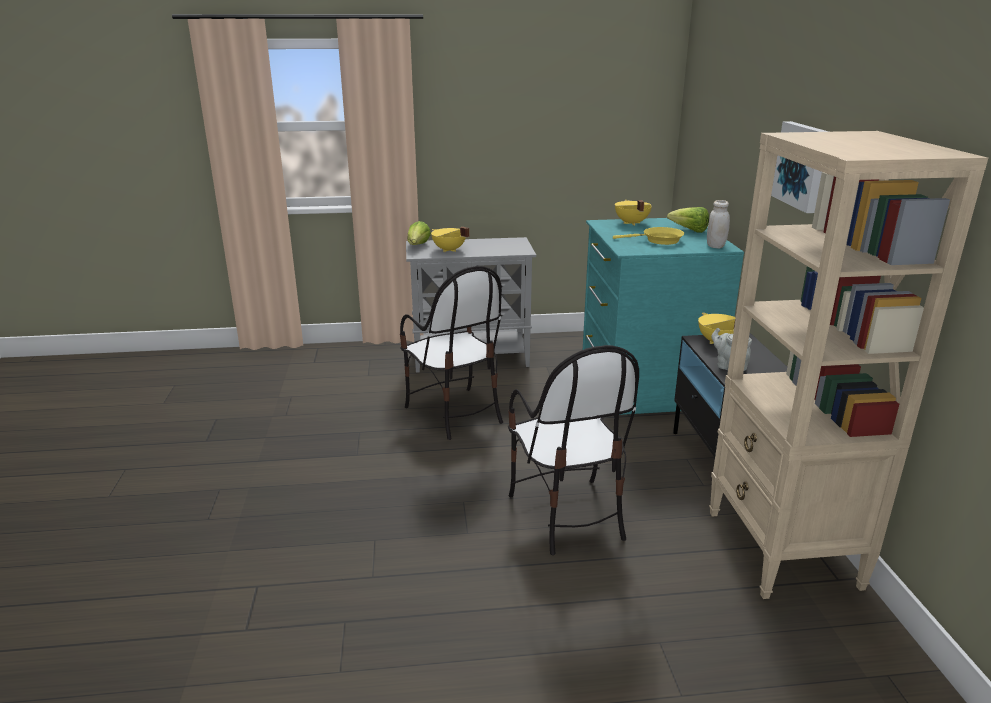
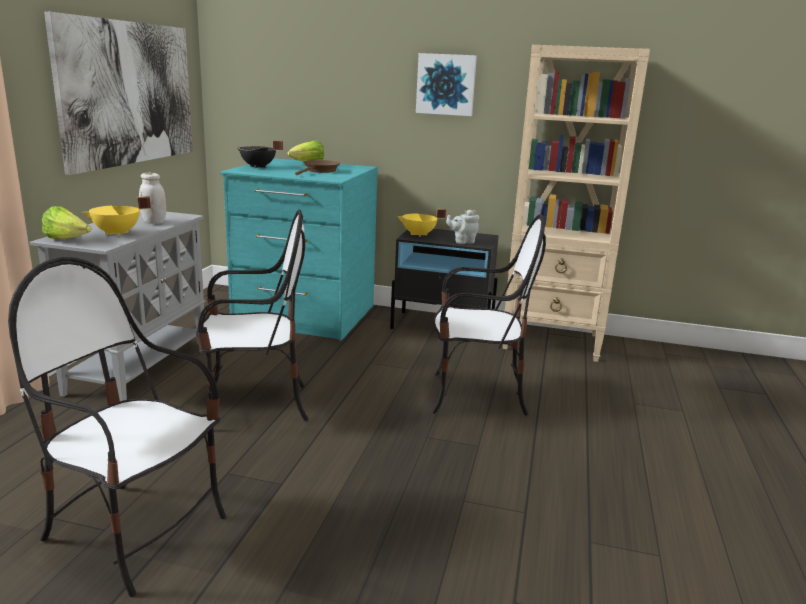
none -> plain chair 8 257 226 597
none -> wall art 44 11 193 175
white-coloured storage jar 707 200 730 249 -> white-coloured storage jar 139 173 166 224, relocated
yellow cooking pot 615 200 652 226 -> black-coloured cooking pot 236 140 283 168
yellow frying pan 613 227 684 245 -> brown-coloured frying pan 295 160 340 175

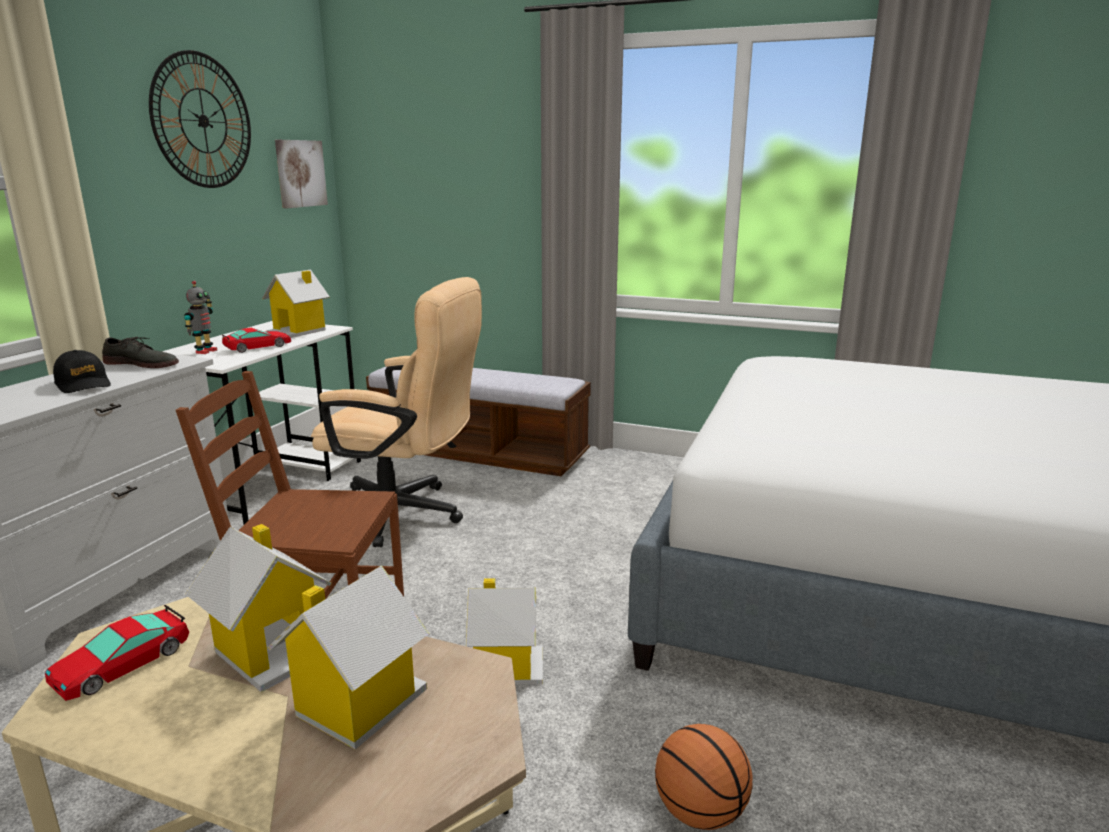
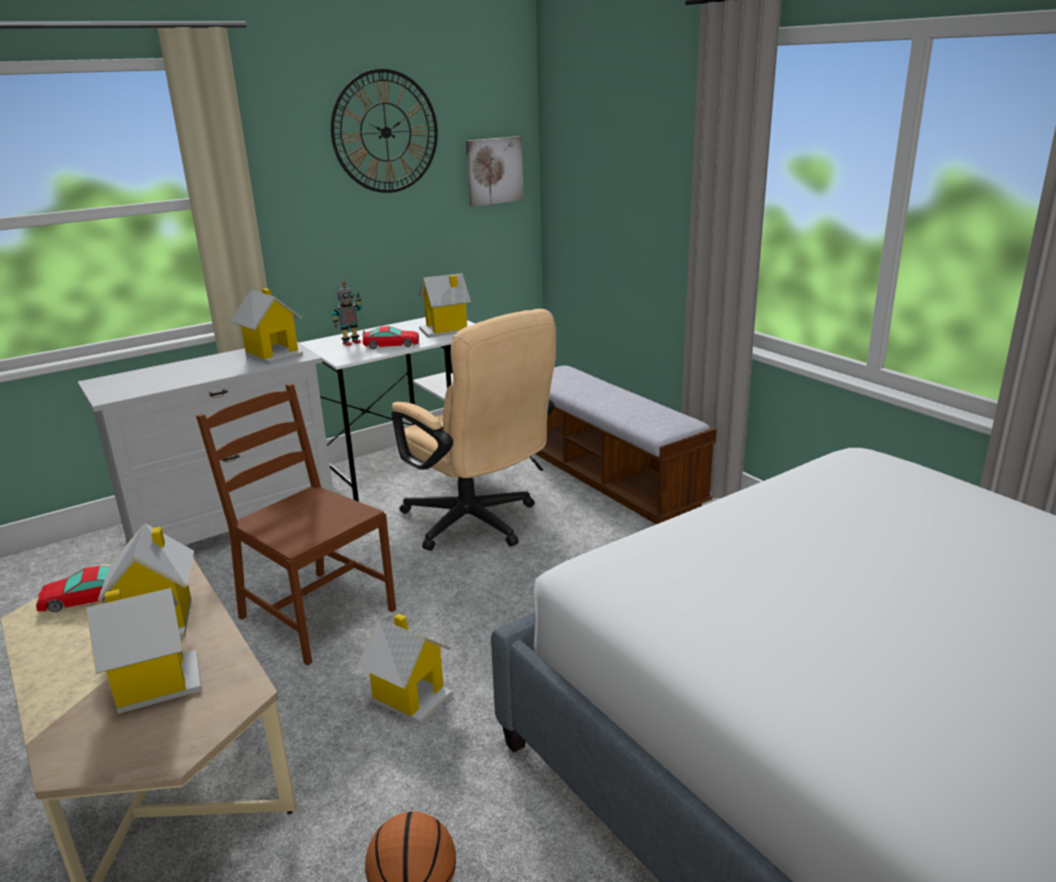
greyish low shoe 102 337 179 368 -> miniature house 231 288 303 365
black-coloured baseball cap 53 350 111 393 -> none

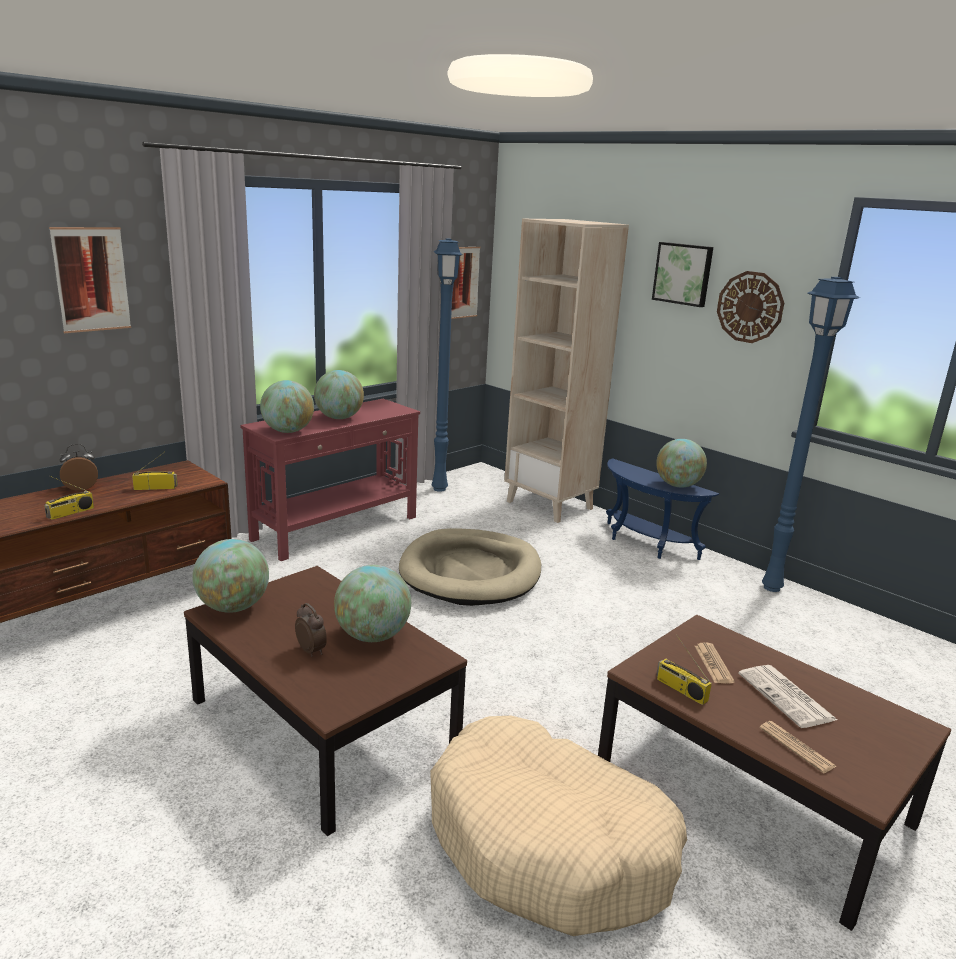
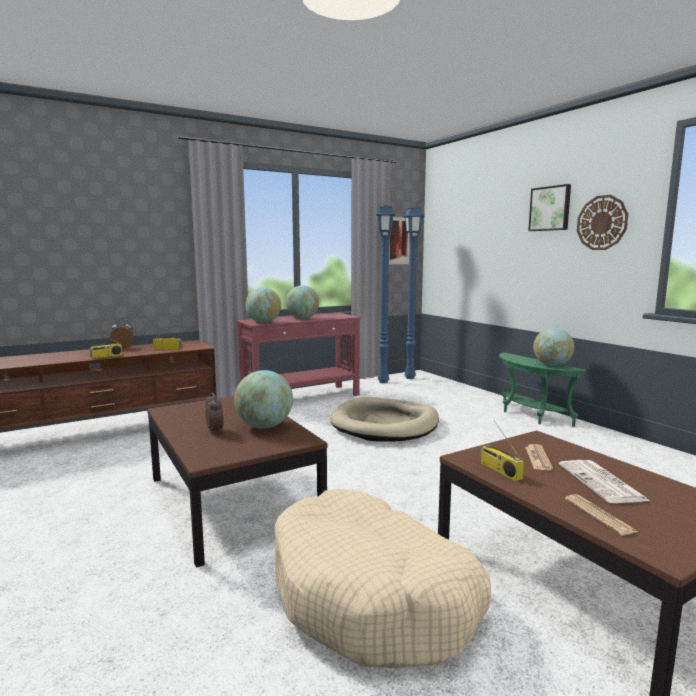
blue-coloured floor lamp 762 277 860 592 -> blue-coloured floor lamp 403 207 425 379, relocated
blue-coloured end table 606 458 719 560 -> green end table 499 352 586 427
wall art 49 227 131 333 -> none
world globe 192 539 269 613 -> none
sand-coloured bookshelf 504 219 629 523 -> none

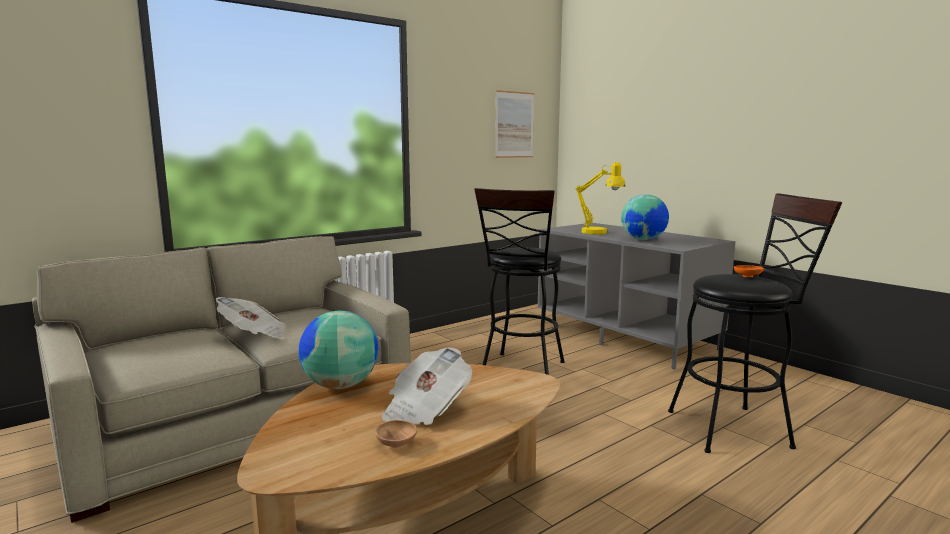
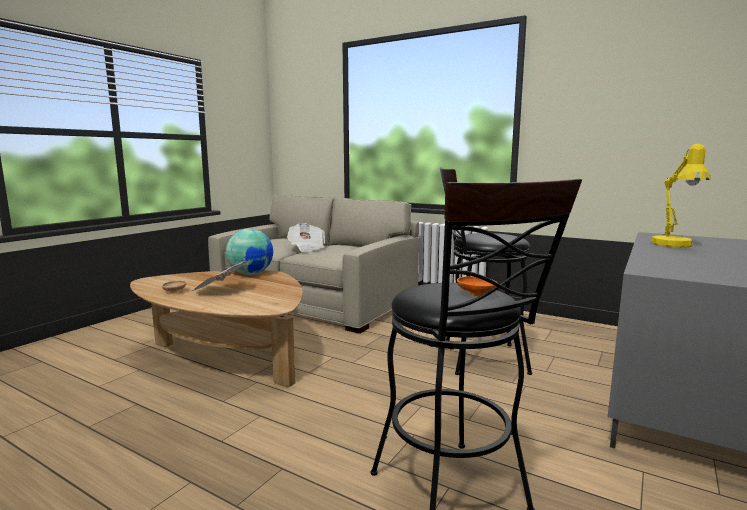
wall art 495 90 534 158 -> none
world globe 621 194 669 240 -> none

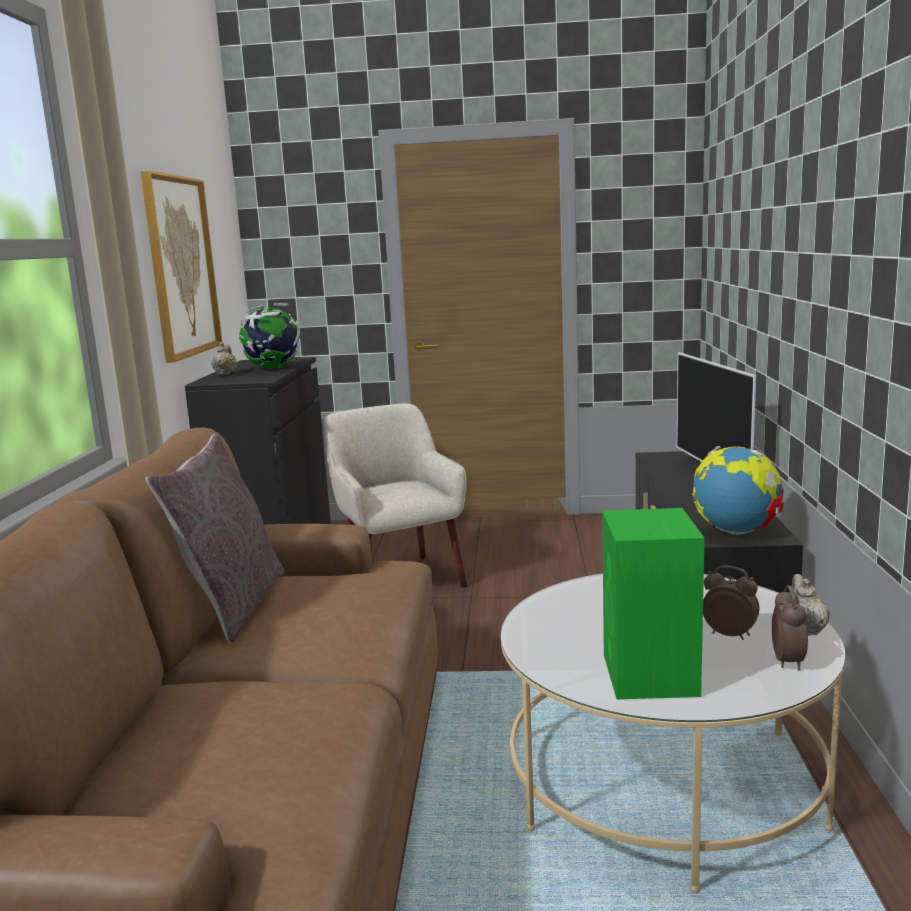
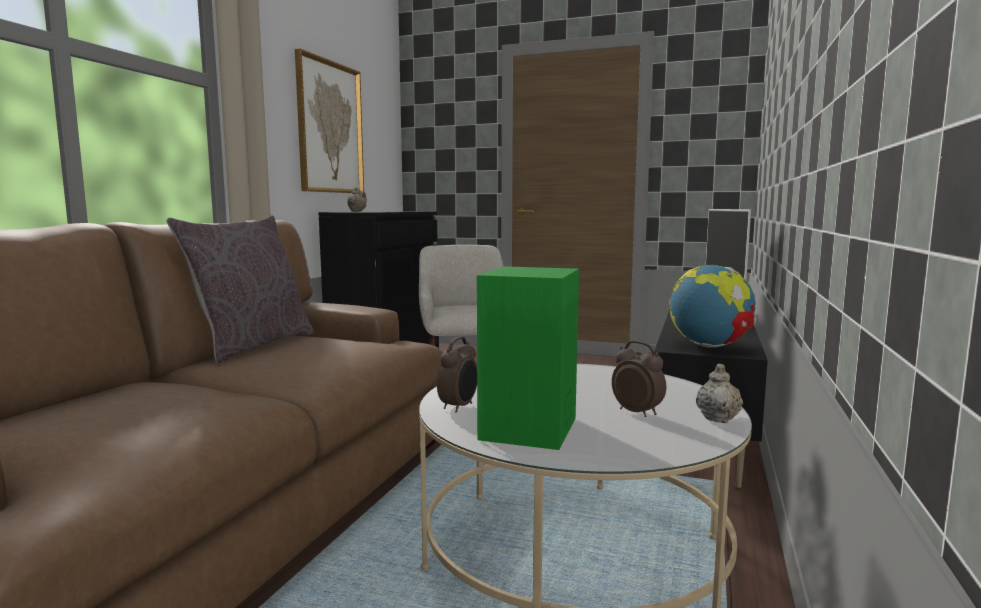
alarm clock 772 586 808 671 -> alarm clock 437 337 477 413, relocated
world globe 239 303 300 368 -> none

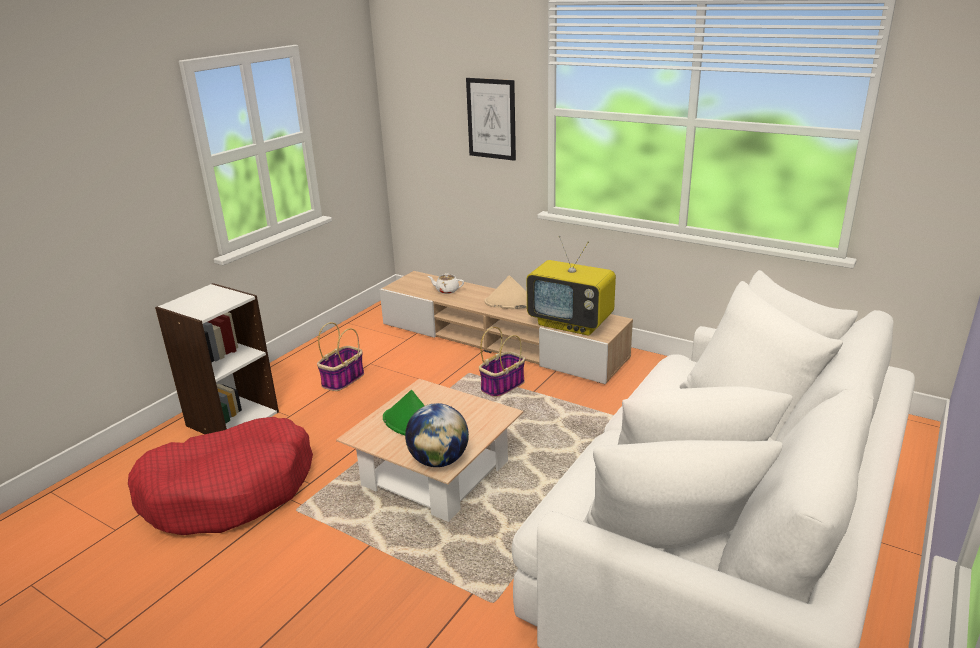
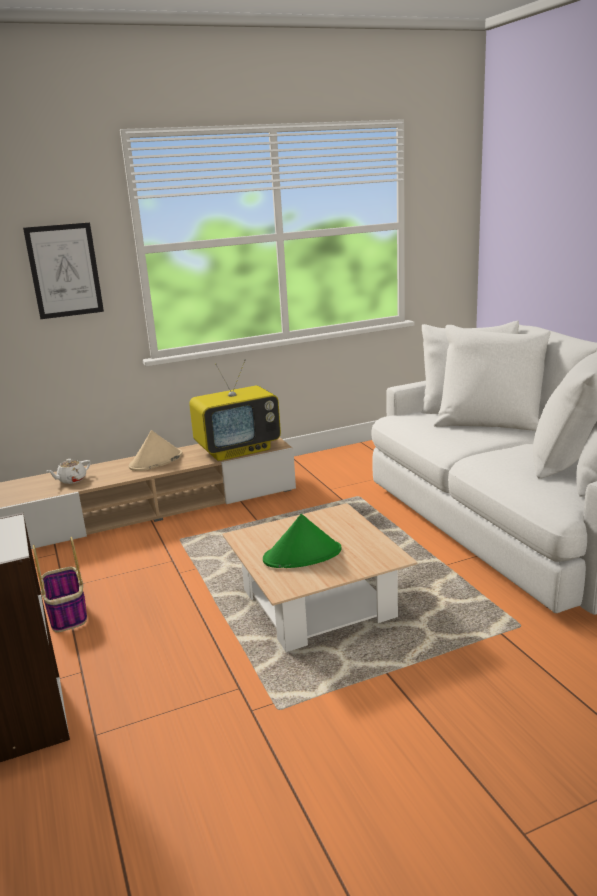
red dog cushion 128 417 313 535 -> none
world globe 405 403 469 467 -> none
storage basket 479 327 525 397 -> none

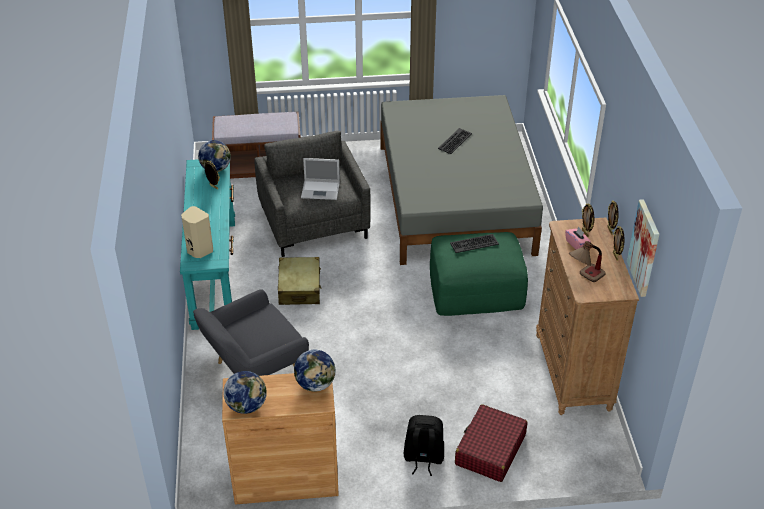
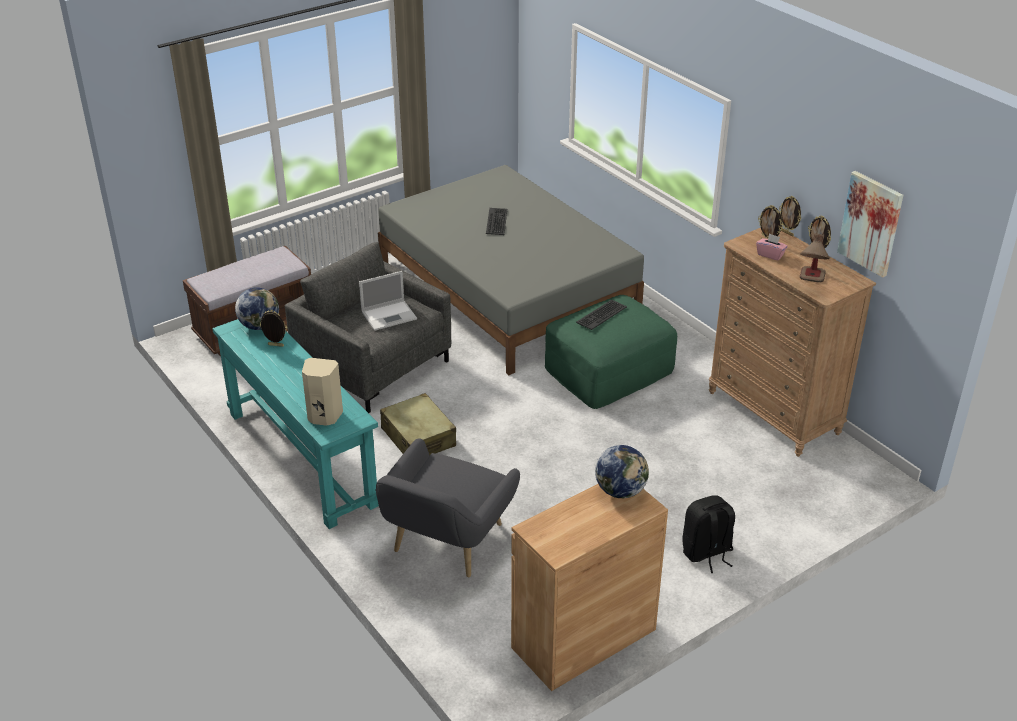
world globe 223 371 267 414 -> none
red travel case 455 404 527 482 -> none

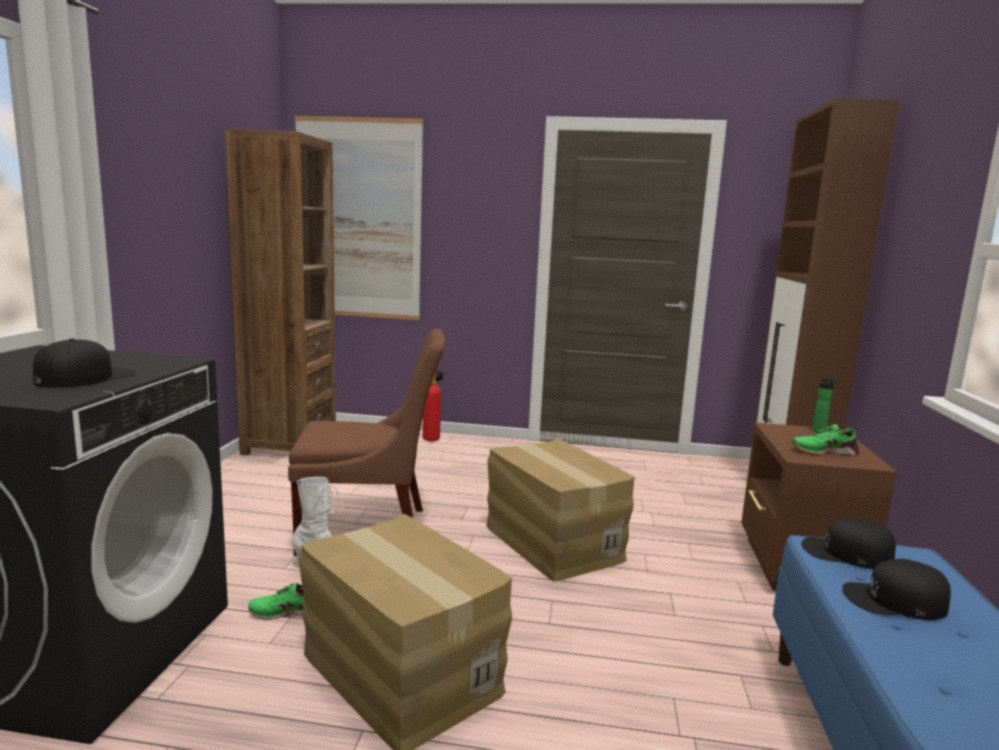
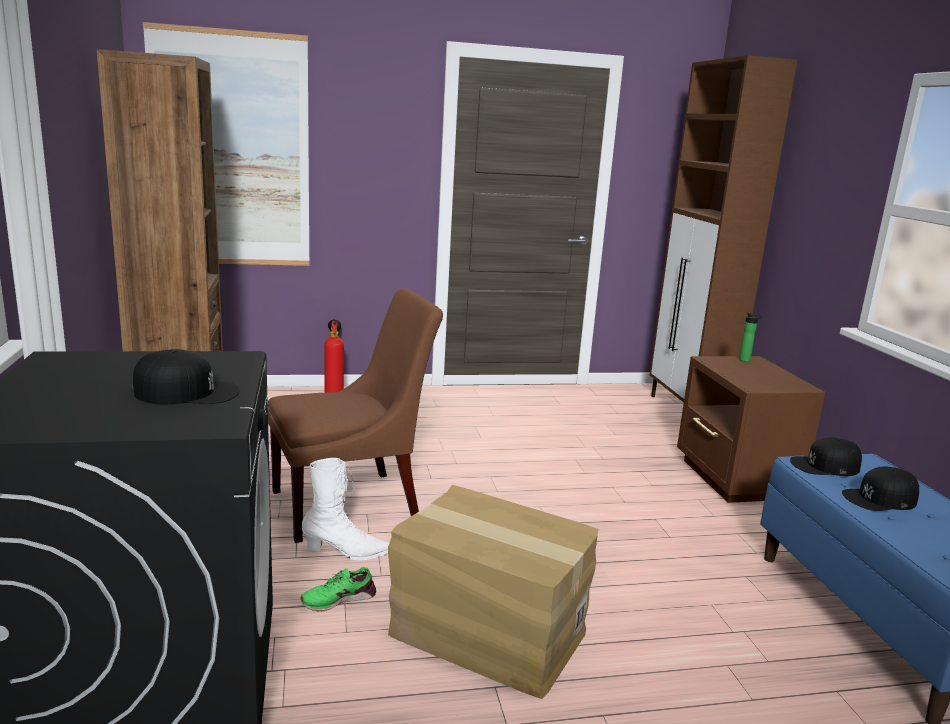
black-coloured baseball cap 33 338 136 388 -> black-coloured baseball cap 133 349 240 405, 75 degrees clockwise
carton 487 439 635 582 -> none
green low shoe 791 424 859 455 -> none

